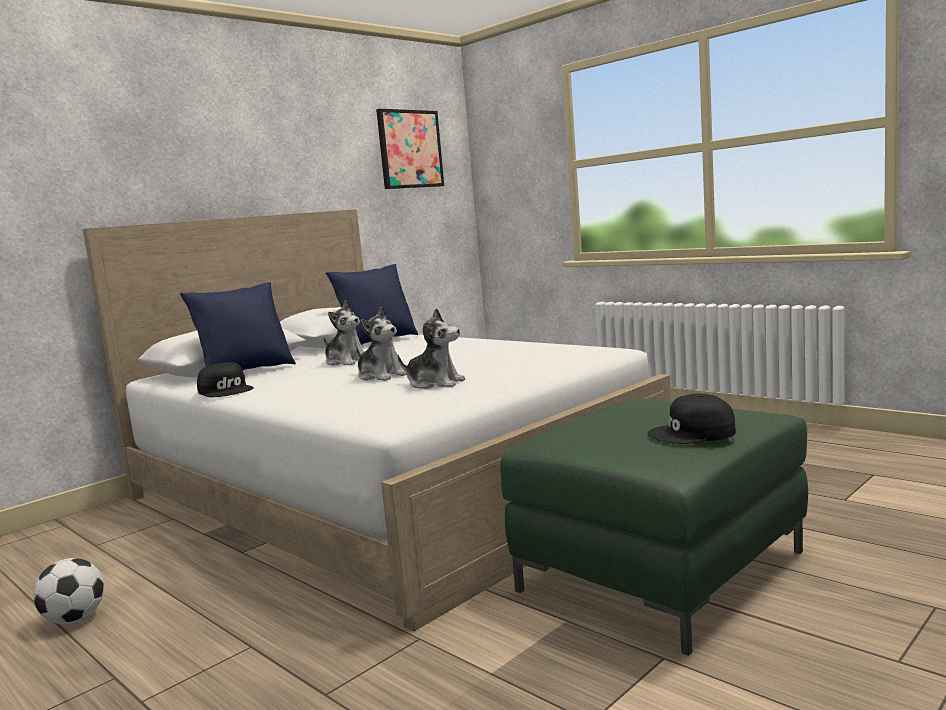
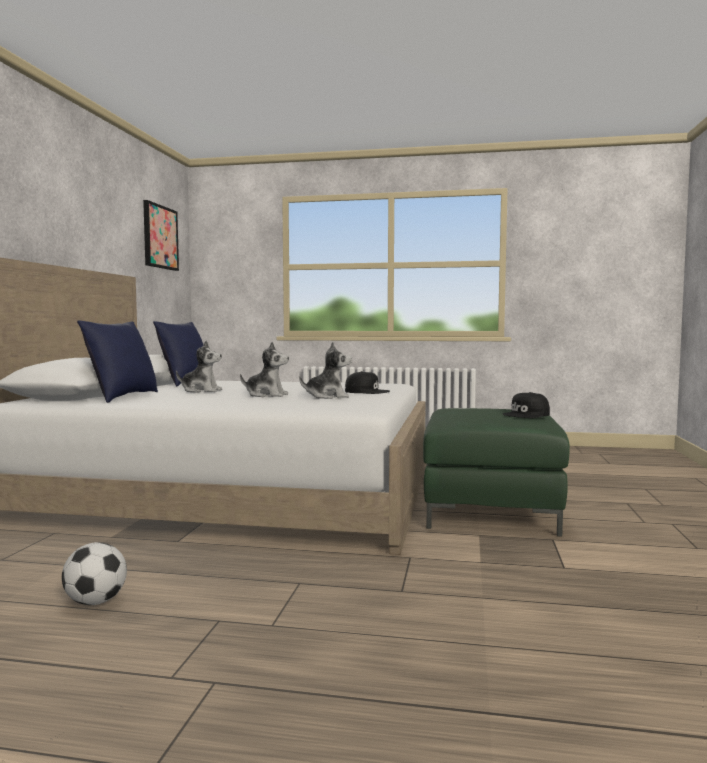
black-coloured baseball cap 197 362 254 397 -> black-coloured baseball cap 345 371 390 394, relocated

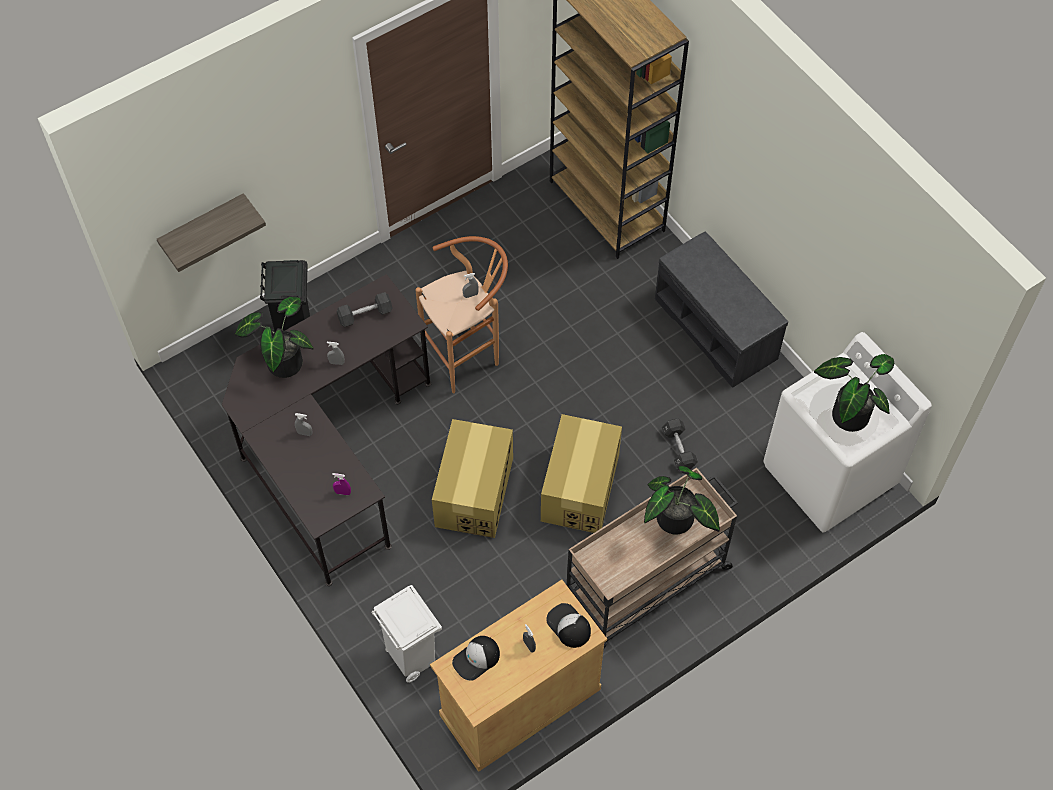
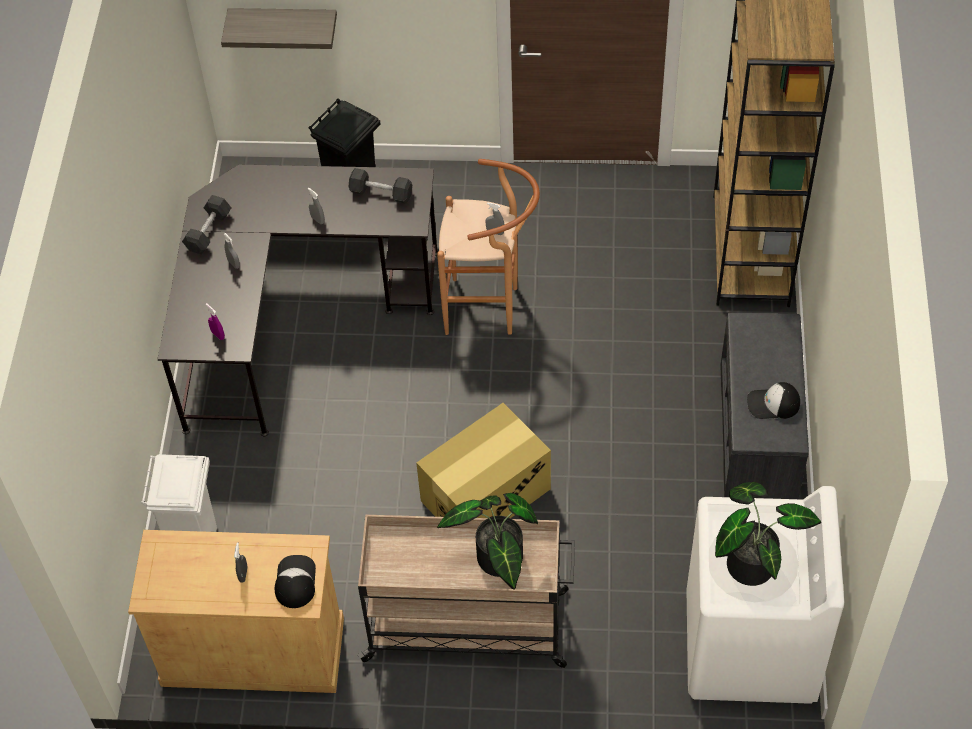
black-coloured hand weight 662 419 698 469 -> black-coloured hand weight 182 195 231 254, relocated
baseball cap 452 636 500 681 -> baseball cap 747 382 800 419, relocated
potted plant 235 297 313 378 -> none
carton 432 419 513 538 -> none

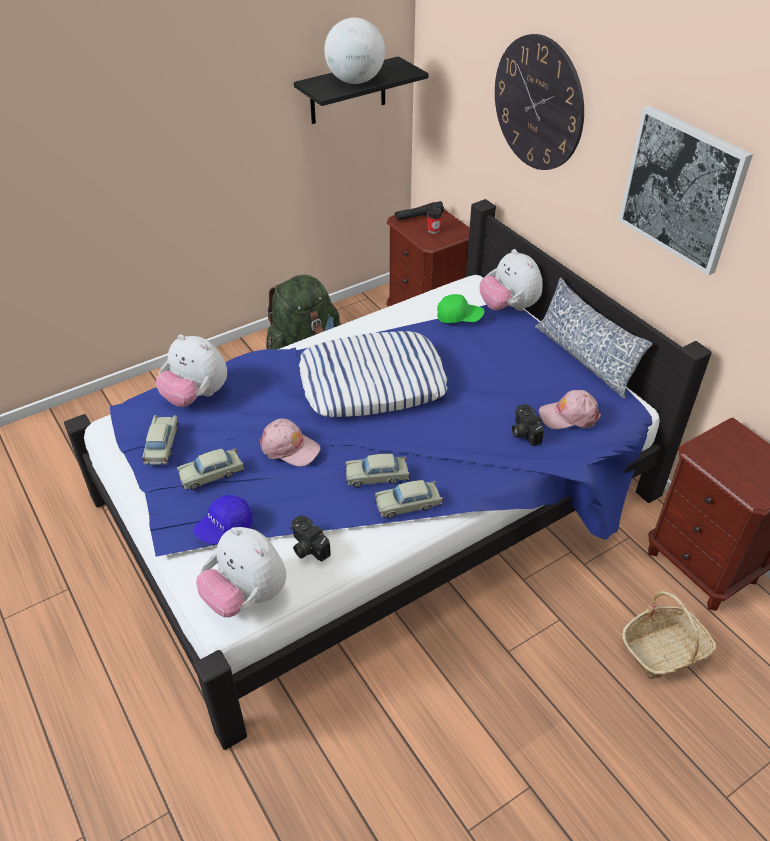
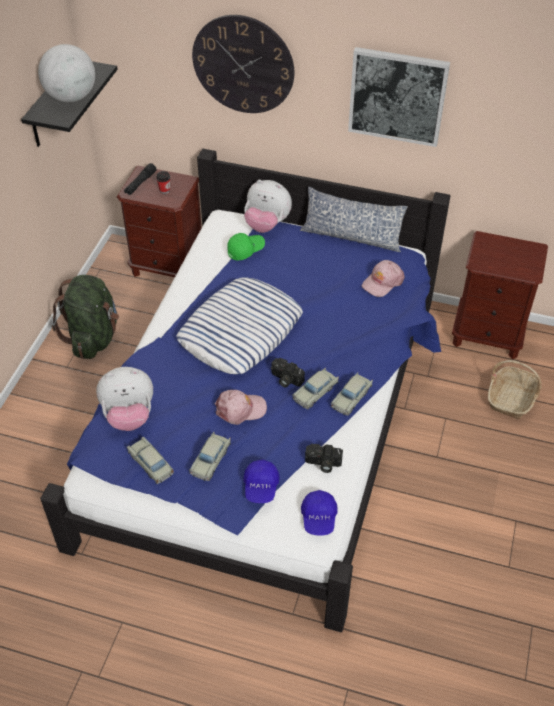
photo camera 512 404 544 446 -> photo camera 271 358 305 388, relocated
soft toy 196 527 286 617 -> blue-coloured baseball cap 301 490 338 536

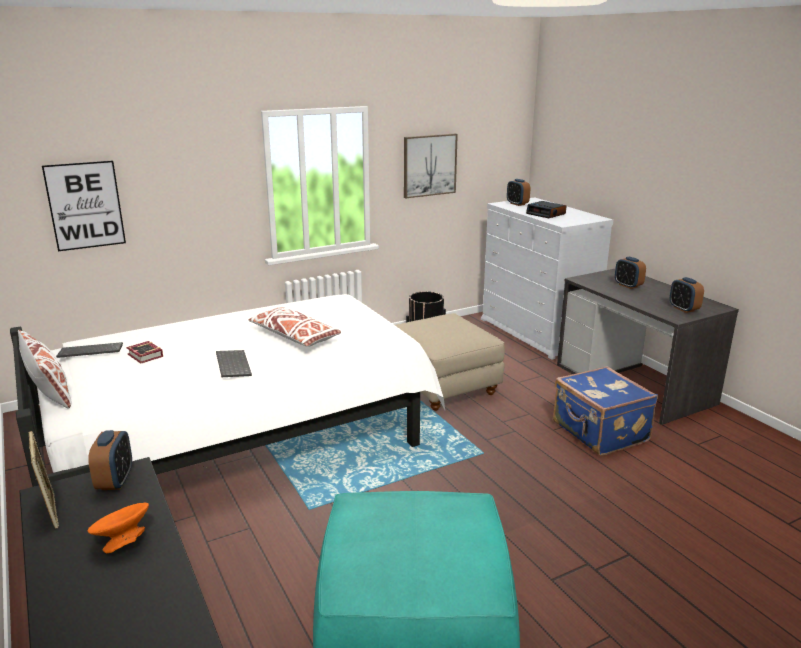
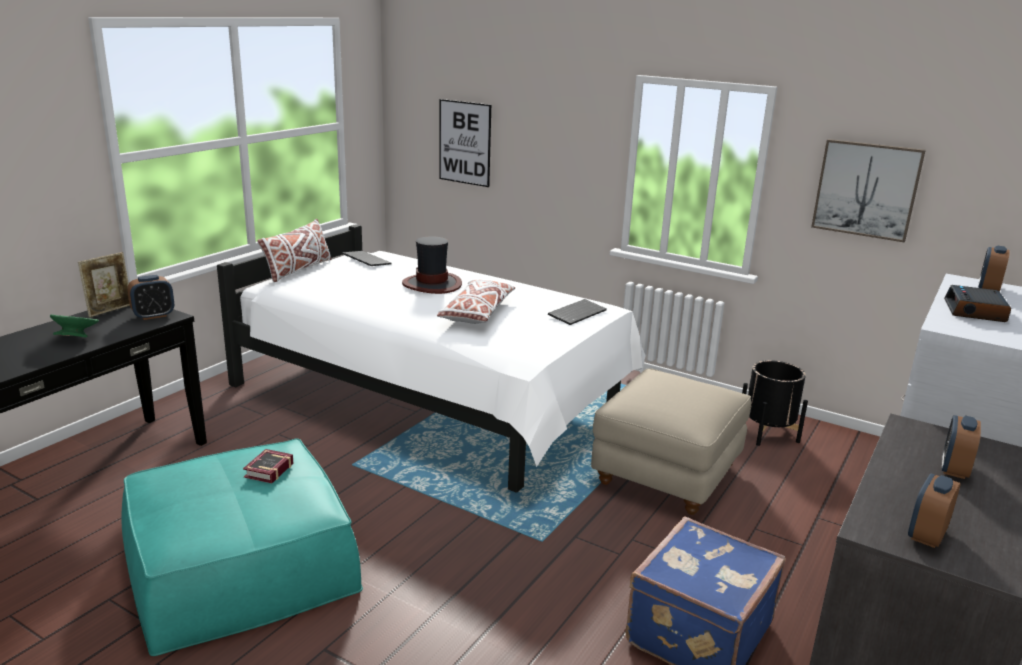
orange bowl 88 502 149 553 -> green bowl 50 314 99 338
book 126 341 163 364 -> book 243 449 293 483, relocated
none -> clothing hat 402 236 462 294
PC keyboard 216 350 252 377 -> PC keyboard 548 299 607 325, relocated

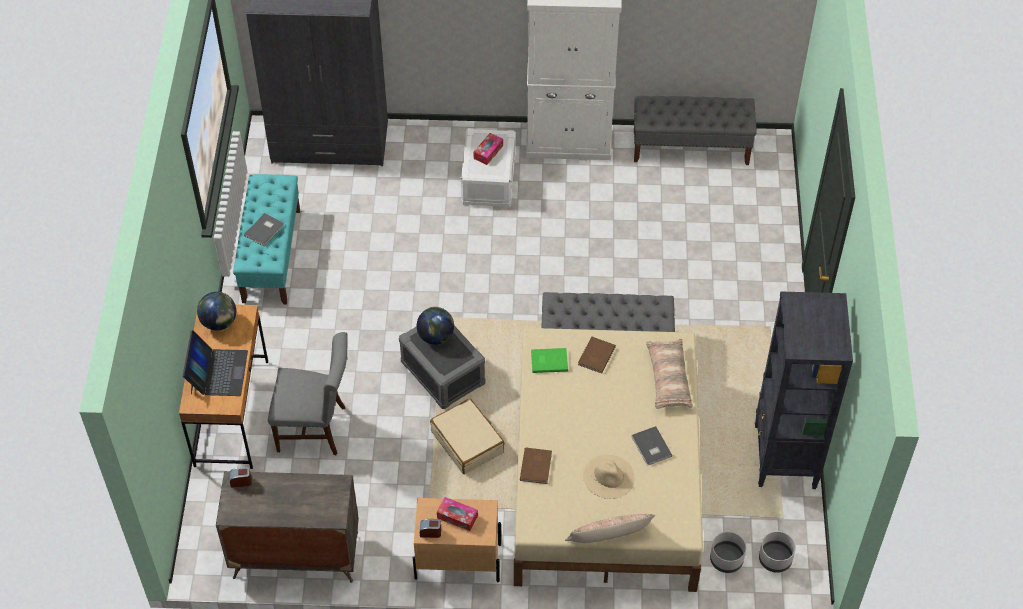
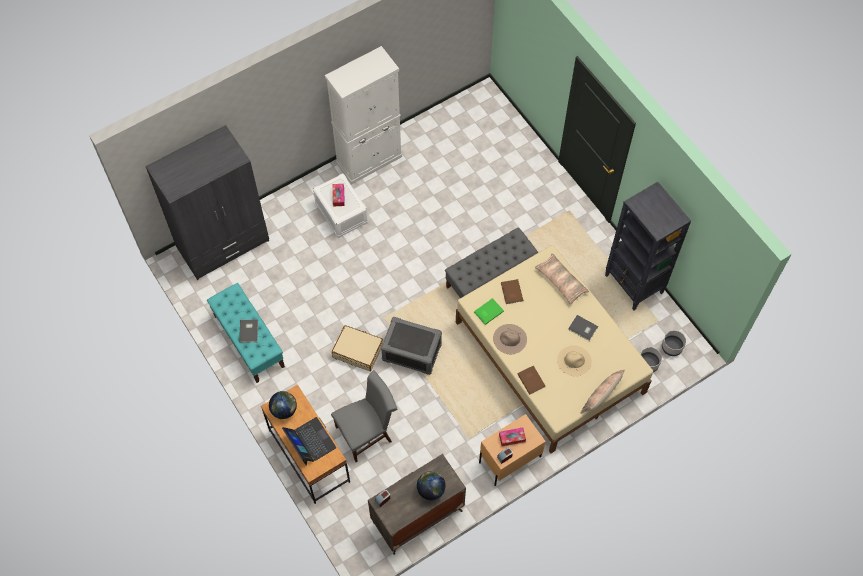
sand-coloured travel case 430 398 504 474 -> sand-coloured travel case 332 325 383 372, relocated
world globe 417 307 454 345 -> world globe 417 471 445 500, relocated
none -> sand-coloured clothing hat 493 324 527 354
greyish bench 634 95 757 165 -> none

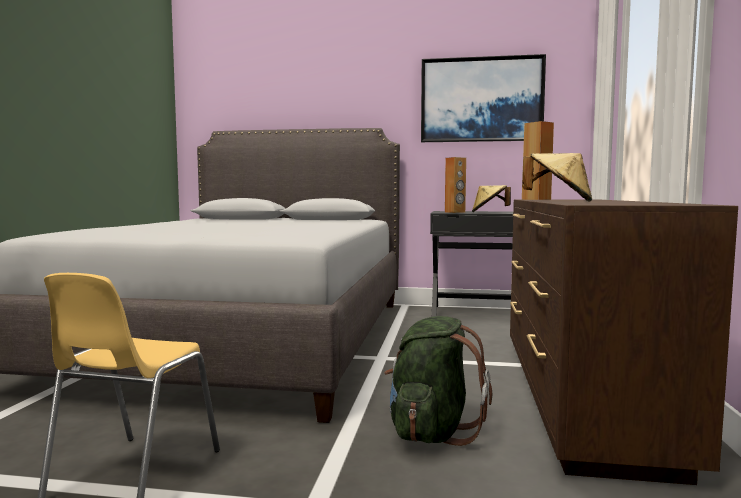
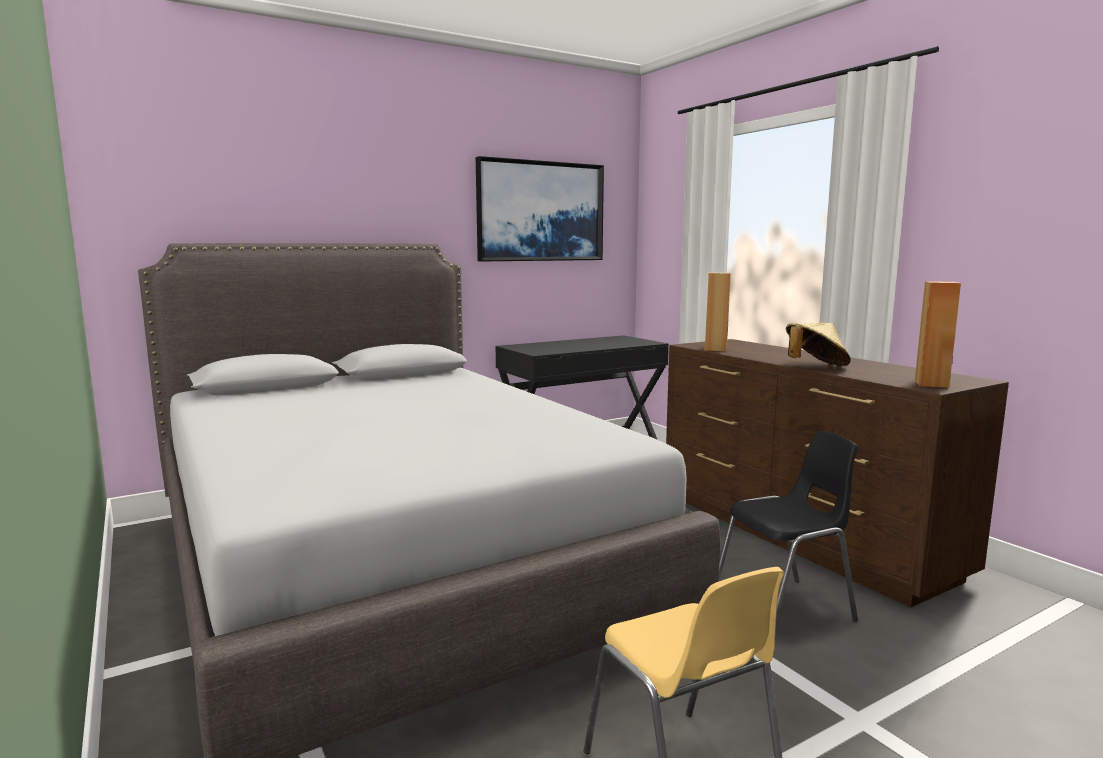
green rucksack 384 316 492 446 -> black-coloured plain chair 718 431 858 622
brown-coloured audio speaker 445 157 466 213 -> brown-coloured audio speaker 915 281 961 388, relocated
sand-coloured clothing hat 472 185 511 212 -> none

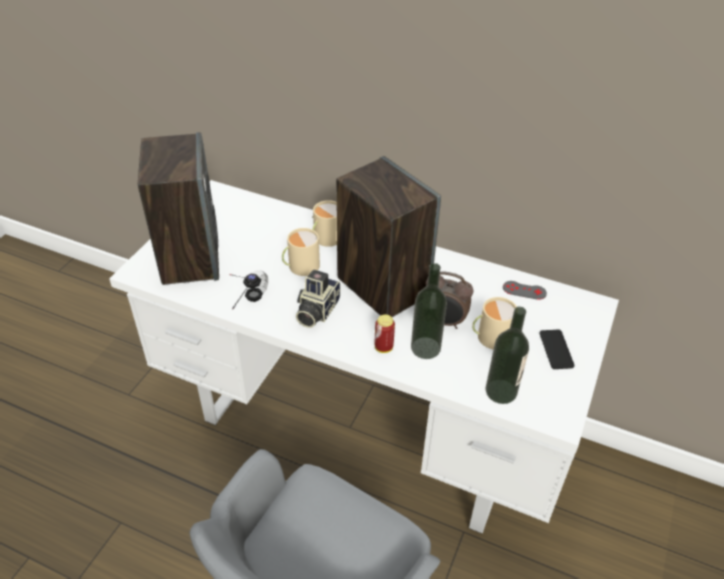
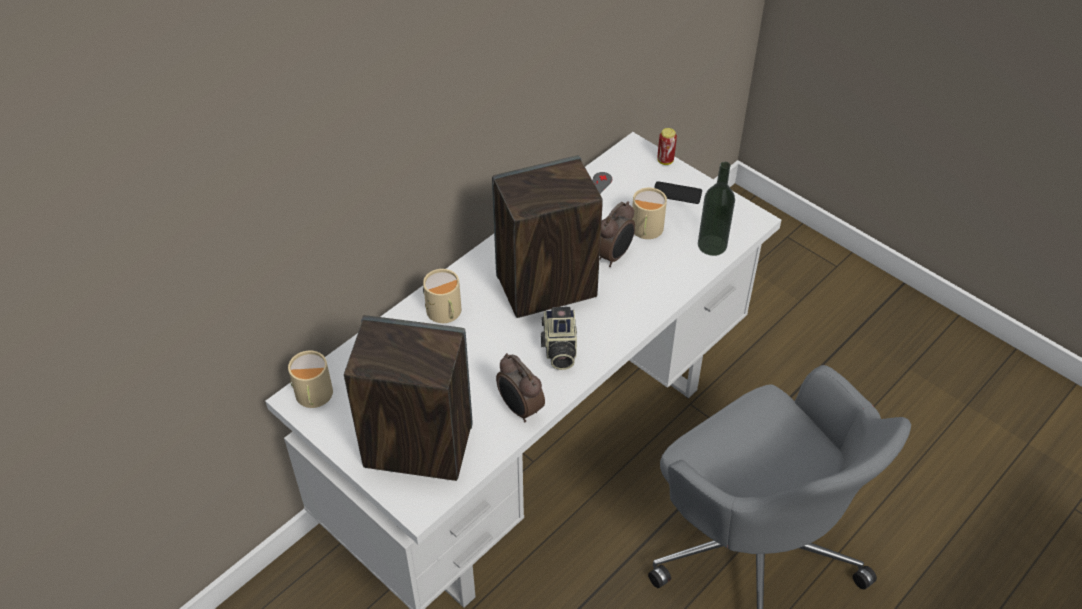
sand-coloured tea mug 282 228 320 276 -> sand-coloured tea mug 288 351 333 408, relocated
headphones 230 270 268 310 -> alarm clock 496 353 545 422
photo camera 296 270 340 328 -> photo camera 541 307 577 370, 45 degrees clockwise
sealed can 375 315 395 353 -> sealed can 657 128 677 165, relocated
beverage bottle 411 263 447 359 -> none

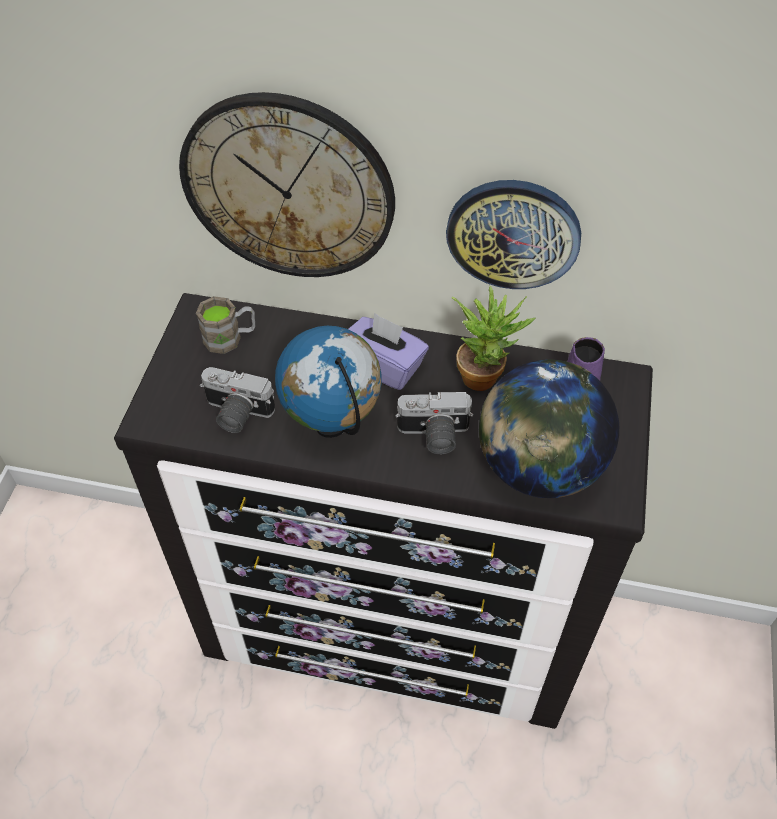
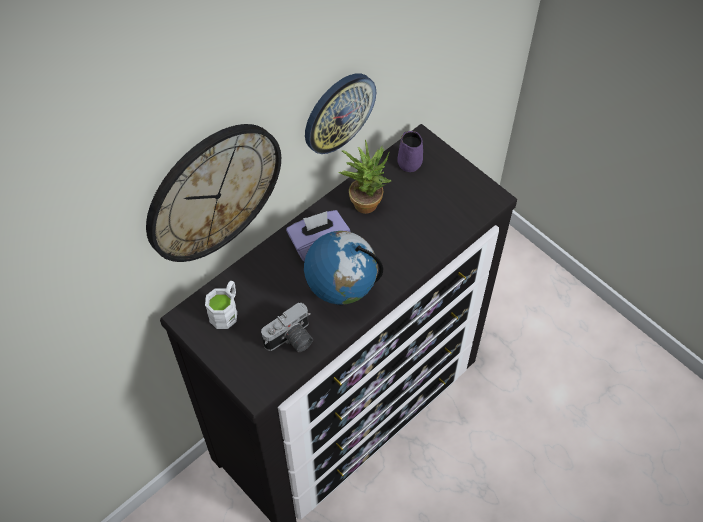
brown-coloured tea mug 196 296 255 354 -> white-coloured tea mug 205 281 237 329
photo camera 395 392 473 454 -> none
world globe 479 359 619 498 -> none

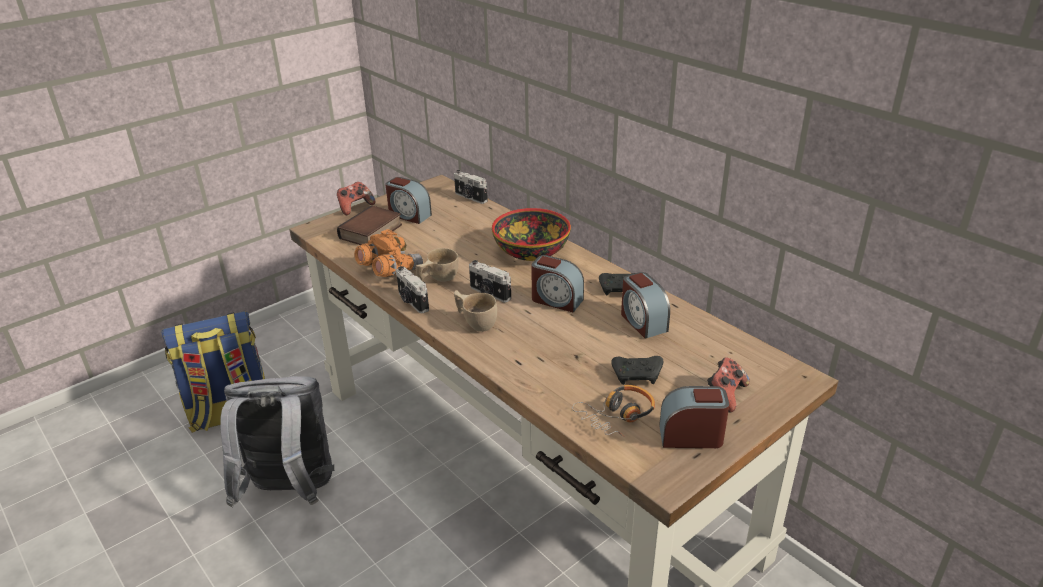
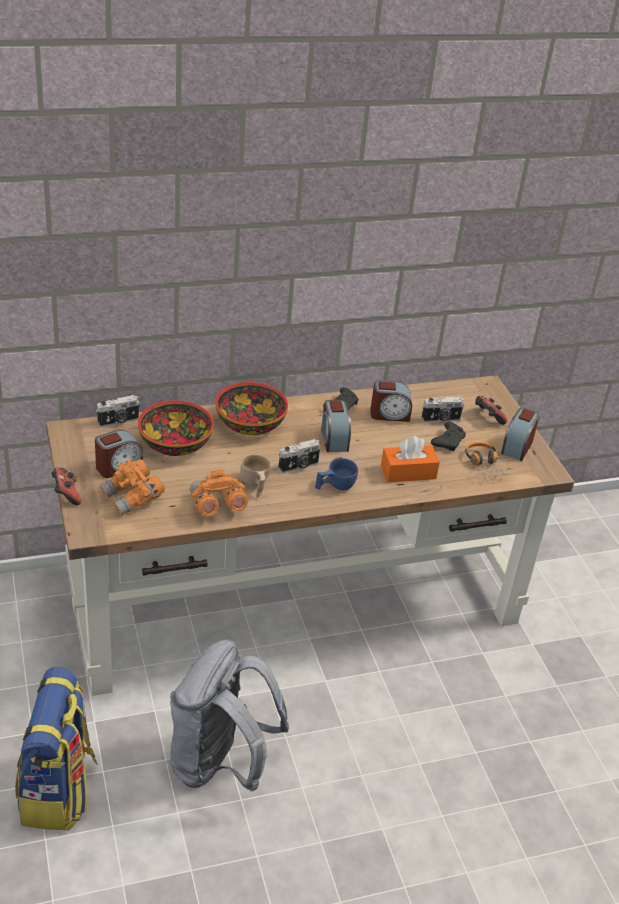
book 337 205 402 245 -> orange binoculars 100 459 165 515
none -> bowl 138 401 213 456
sand-coloured cup 454 290 497 332 -> blue-coloured cup 315 458 358 490
alarm clock 531 255 584 313 -> alarm clock 321 400 351 452, 120 degrees clockwise
none -> orange tissue holder 381 436 440 482
photo camera 396 266 429 313 -> photo camera 421 396 464 422, relocated

